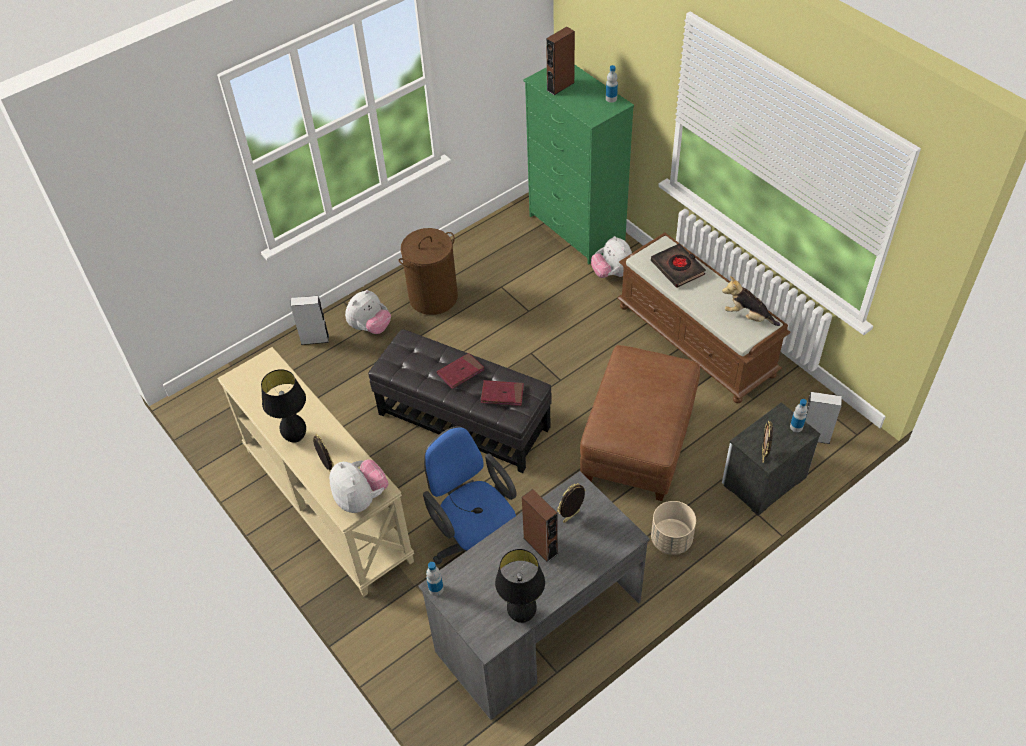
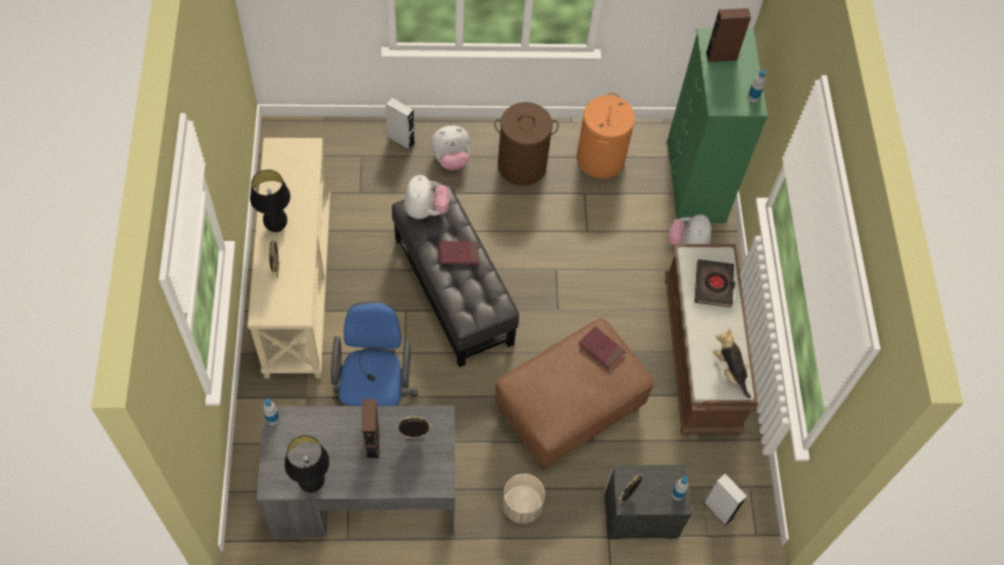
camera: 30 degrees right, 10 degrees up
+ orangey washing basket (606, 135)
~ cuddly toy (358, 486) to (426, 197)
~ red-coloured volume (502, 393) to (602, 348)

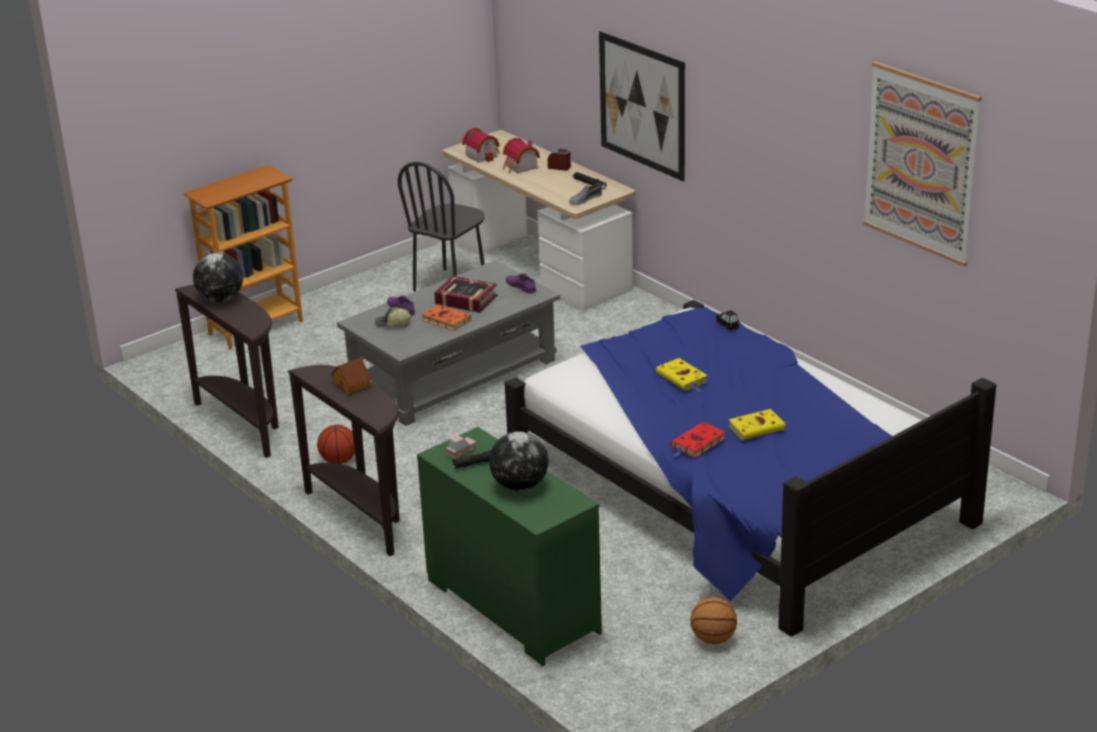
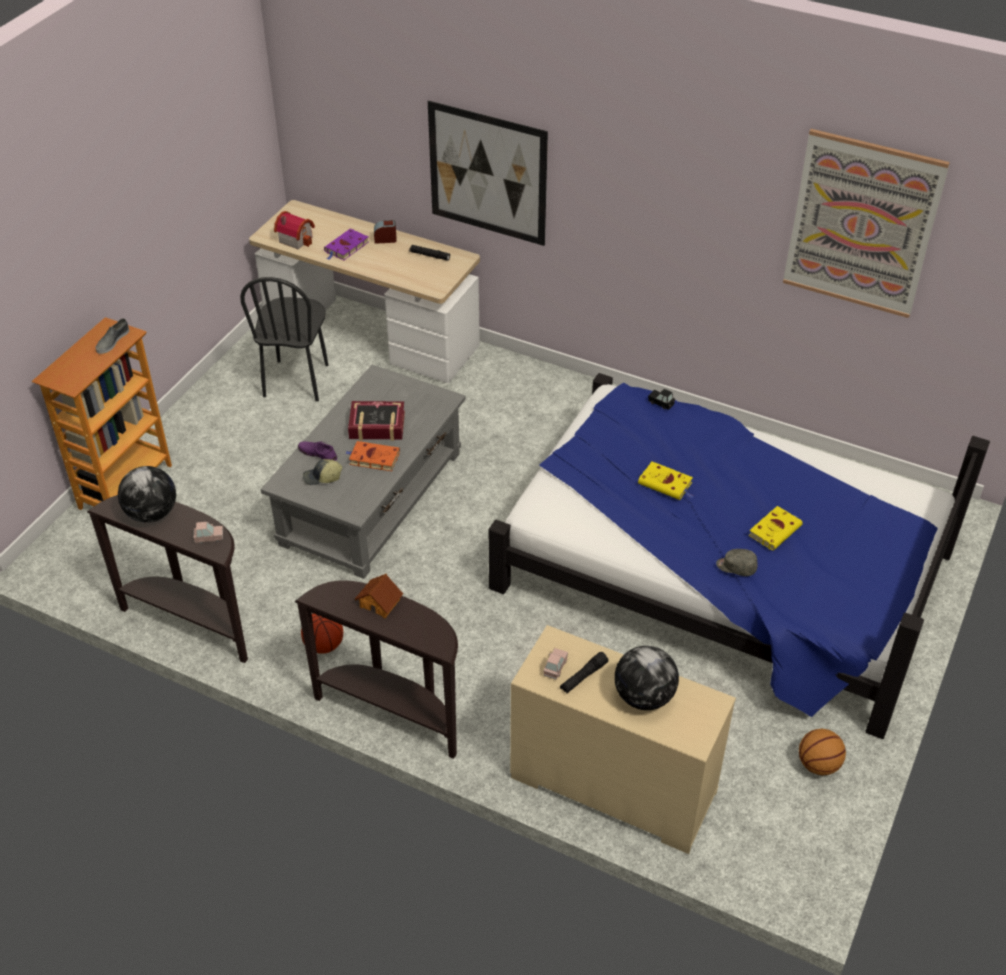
camera: 25 degrees left, 15 degrees up
- purple-coloured item of footwear (521, 283)
+ pinkish miniature car (208, 533)
~ grey item of footwear (586, 194) to (112, 336)
~ miniature house (521, 156) to purple-coloured volume (346, 244)
~ red-coloured volume (698, 440) to grey peaked cap (737, 562)
~ green chest of drawers (509, 546) to beige-coloured chest of drawers (623, 739)

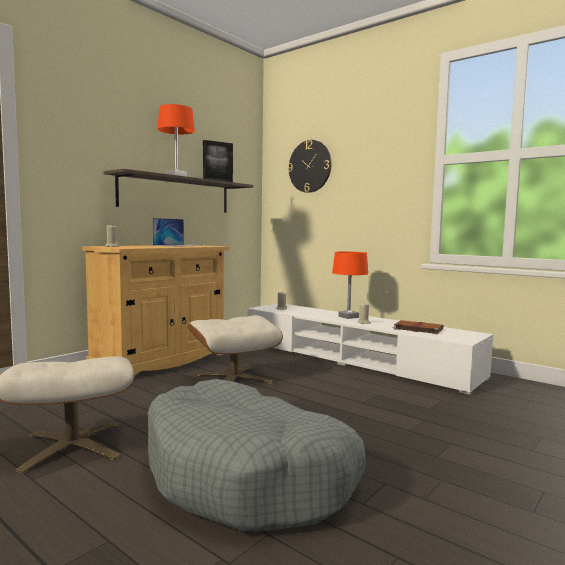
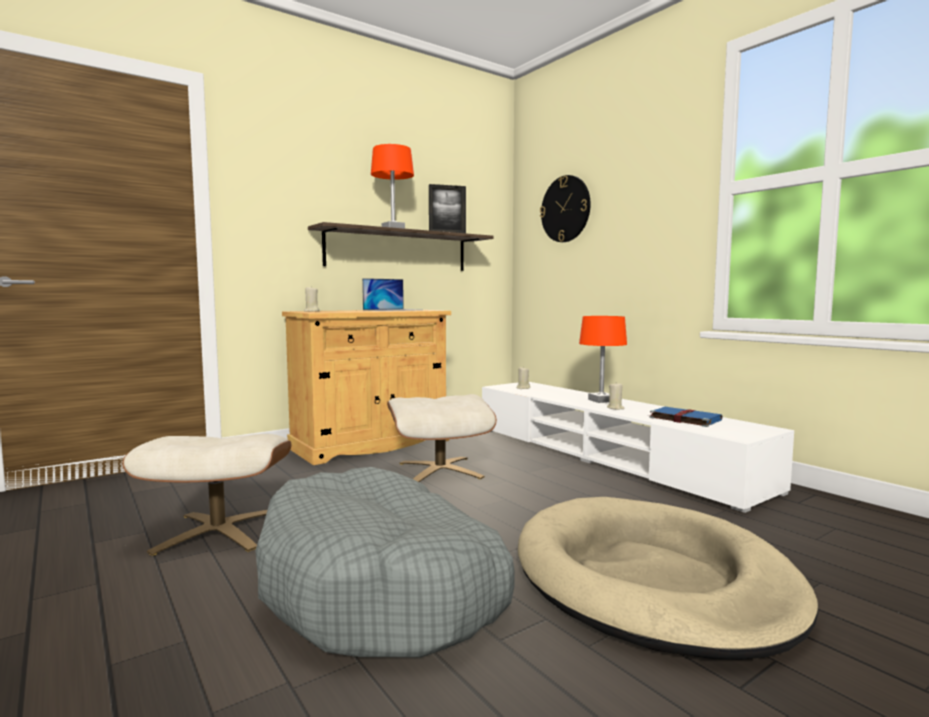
camera: 15 degrees right, 0 degrees up
+ beige-coloured pet bed (668, 578)
~ brown volume (418, 327) to blue volume (685, 417)

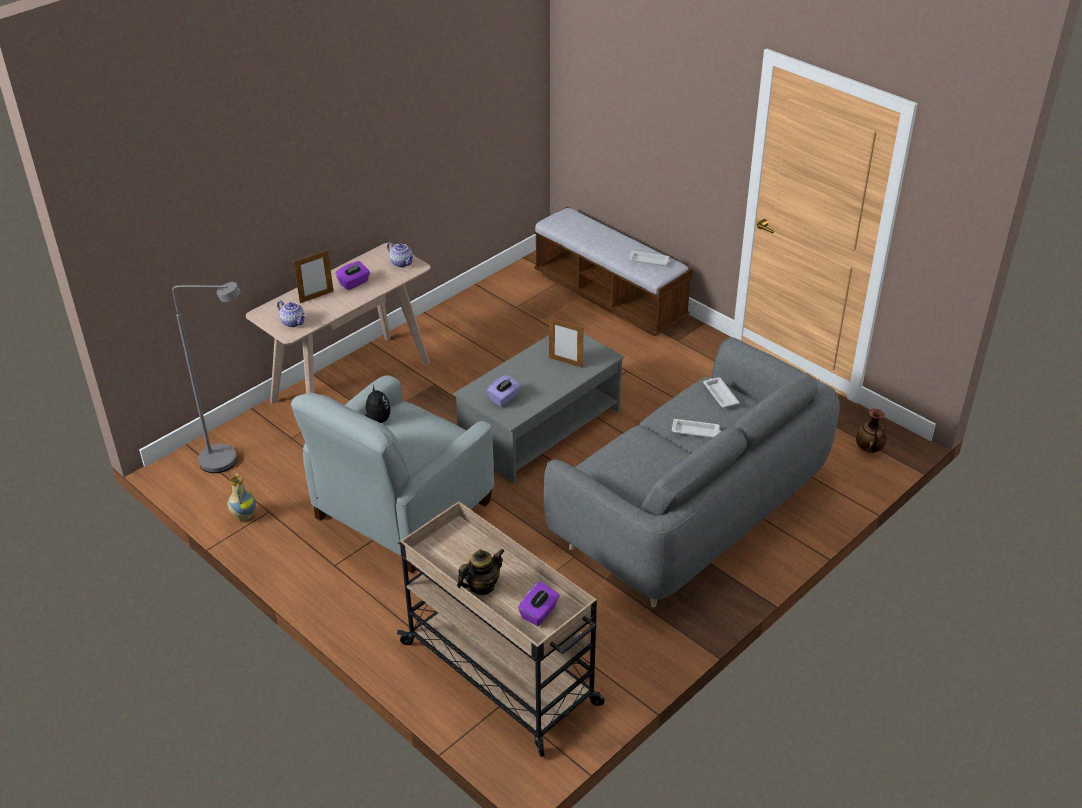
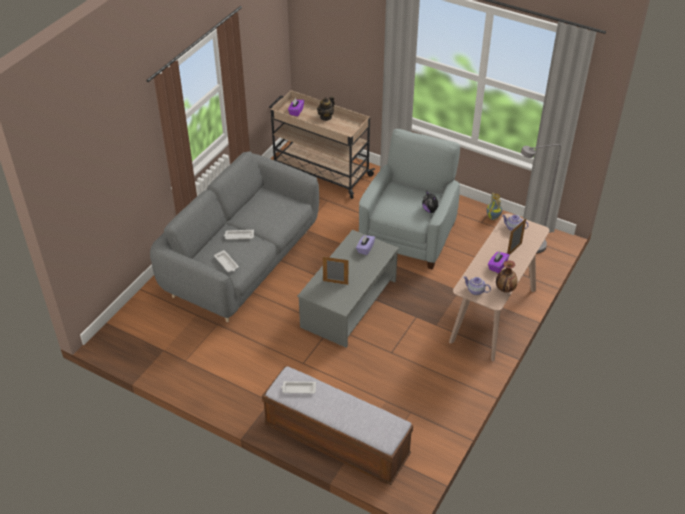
camera: 165 degrees right, 5 degrees up
~ decorative vase (871, 430) to (506, 276)

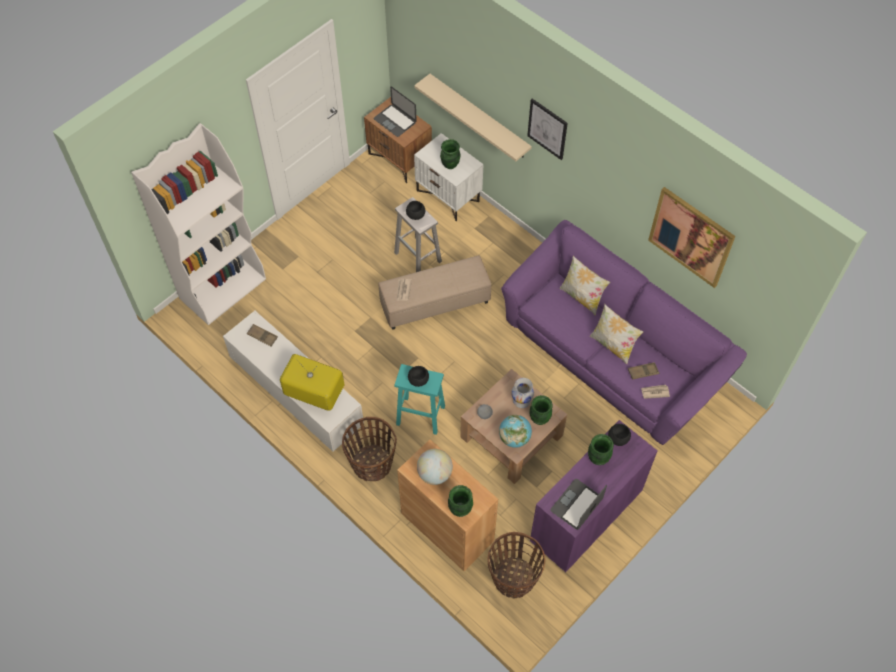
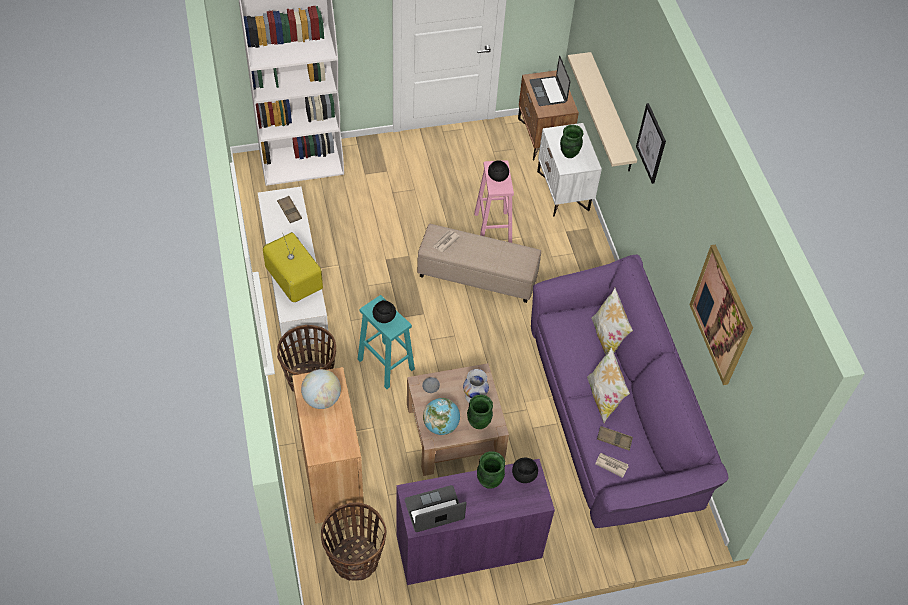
camera: 30 degrees right, 5 degrees down
- green decorative vase (460, 501)
~ white sitting stool (418, 234) to pinkish sitting stool (494, 201)

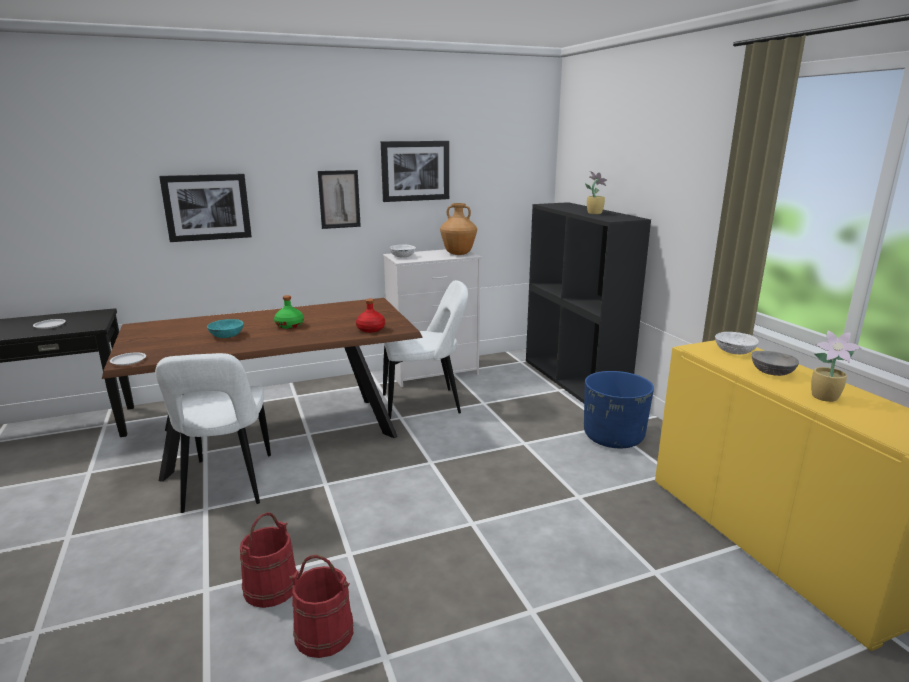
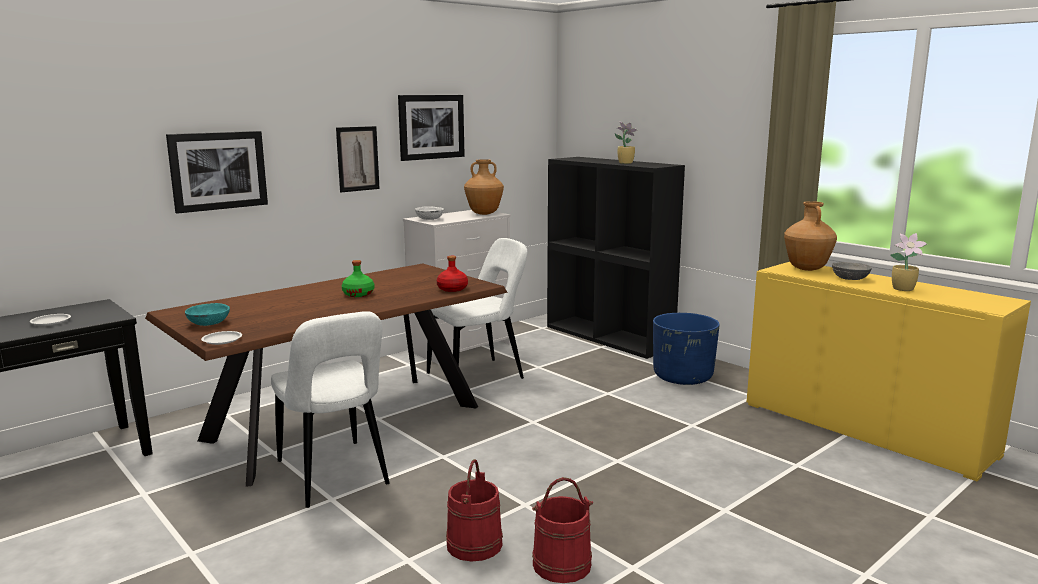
camera: 20 degrees left, 5 degrees down
~ turquoise serving bowl (225, 328) to (207, 314)
~ white serving bowl (737, 343) to brown decorative vase (810, 236)

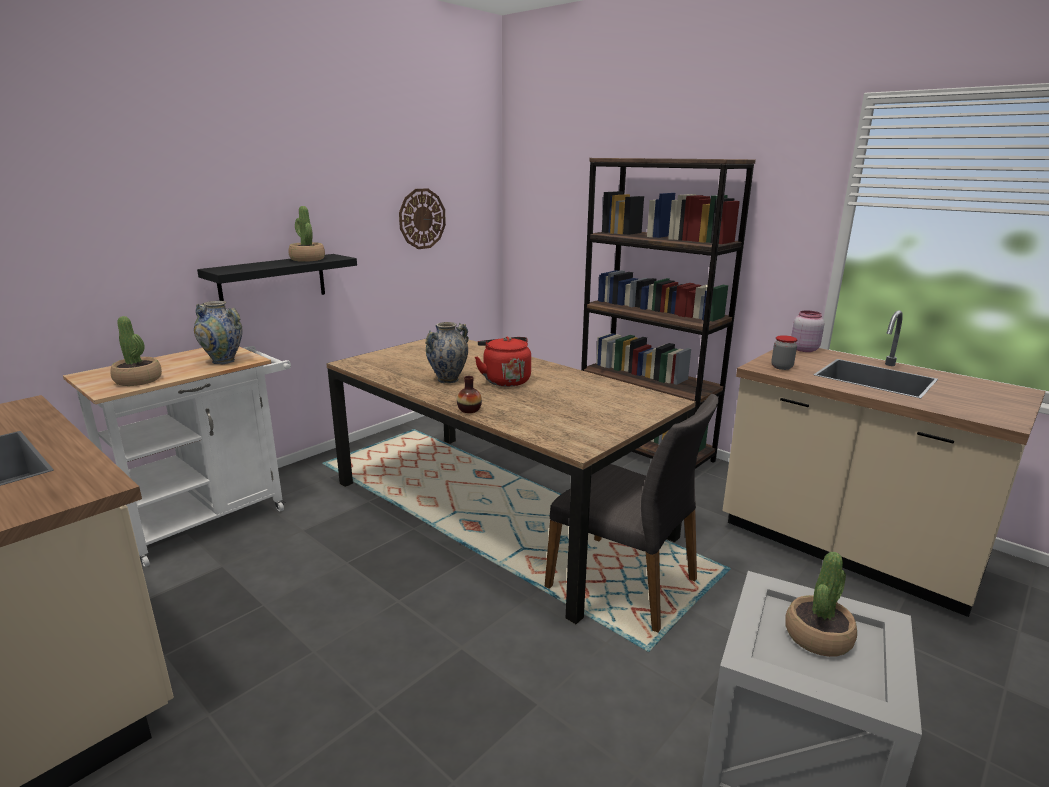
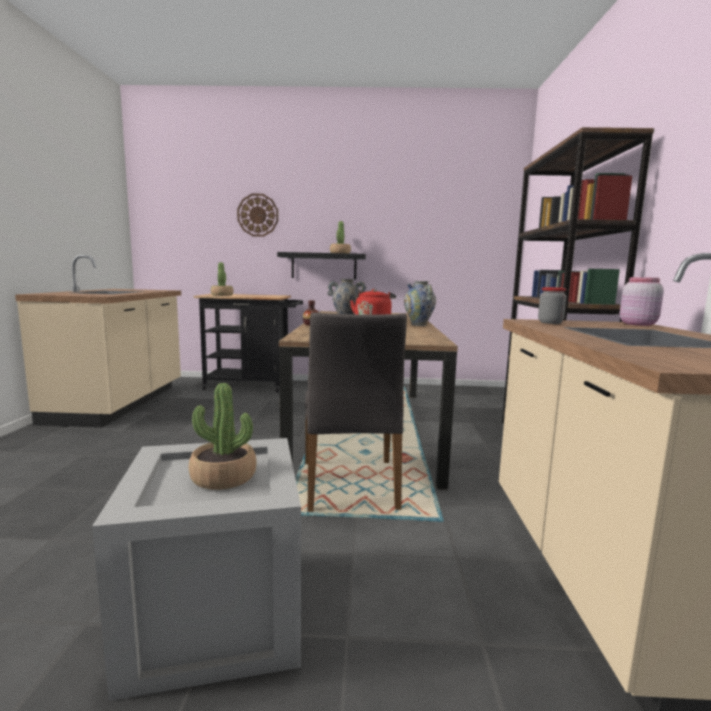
camera: 50 degrees right, 10 degrees down
~ decorative vase (218, 332) to (420, 303)
~ wall clock (422, 218) to (257, 215)
~ white trolley (177, 456) to blackish trolley (248, 343)

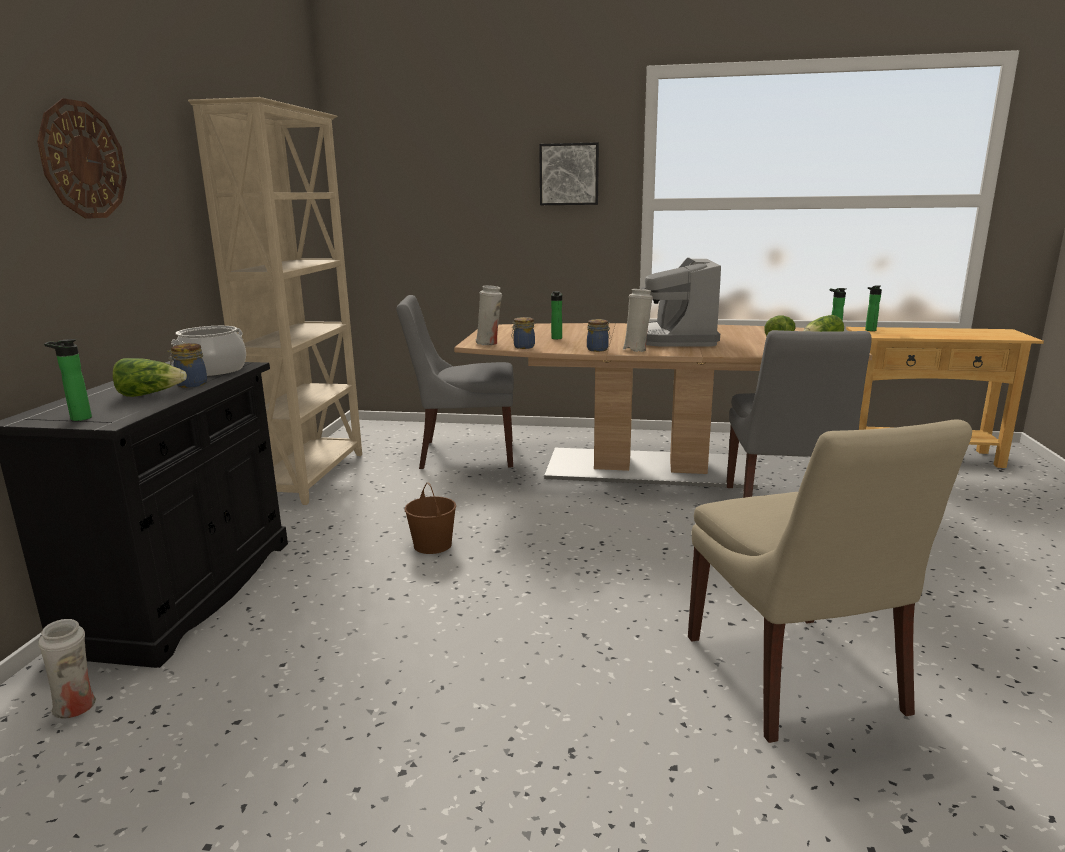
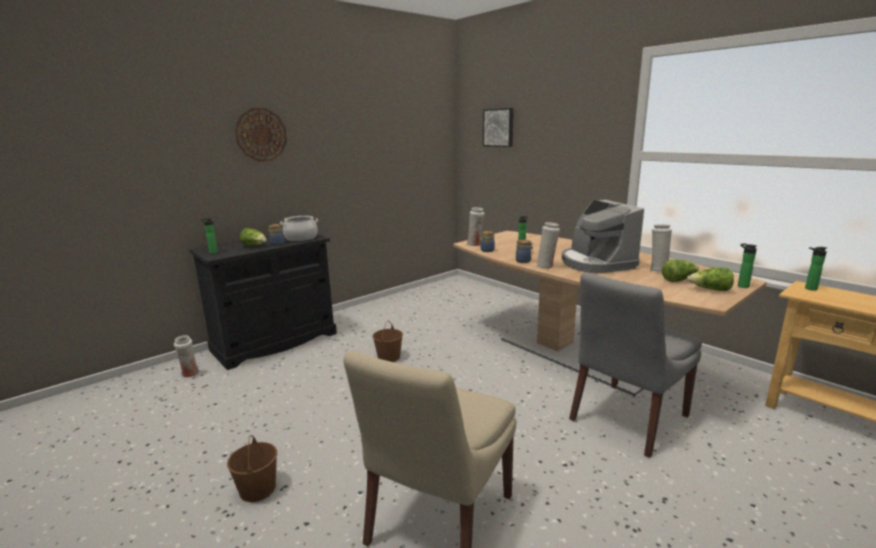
camera: 40 degrees right, 0 degrees up
- beige-coloured bookshelf (275, 301)
- grey upright chair (455, 382)
+ brown pail (252, 468)
+ white decorative vase (661, 248)
~ wall picture (569, 173) to (498, 127)
~ coffee machine (681, 302) = (603, 236) 60 degrees counterclockwise

